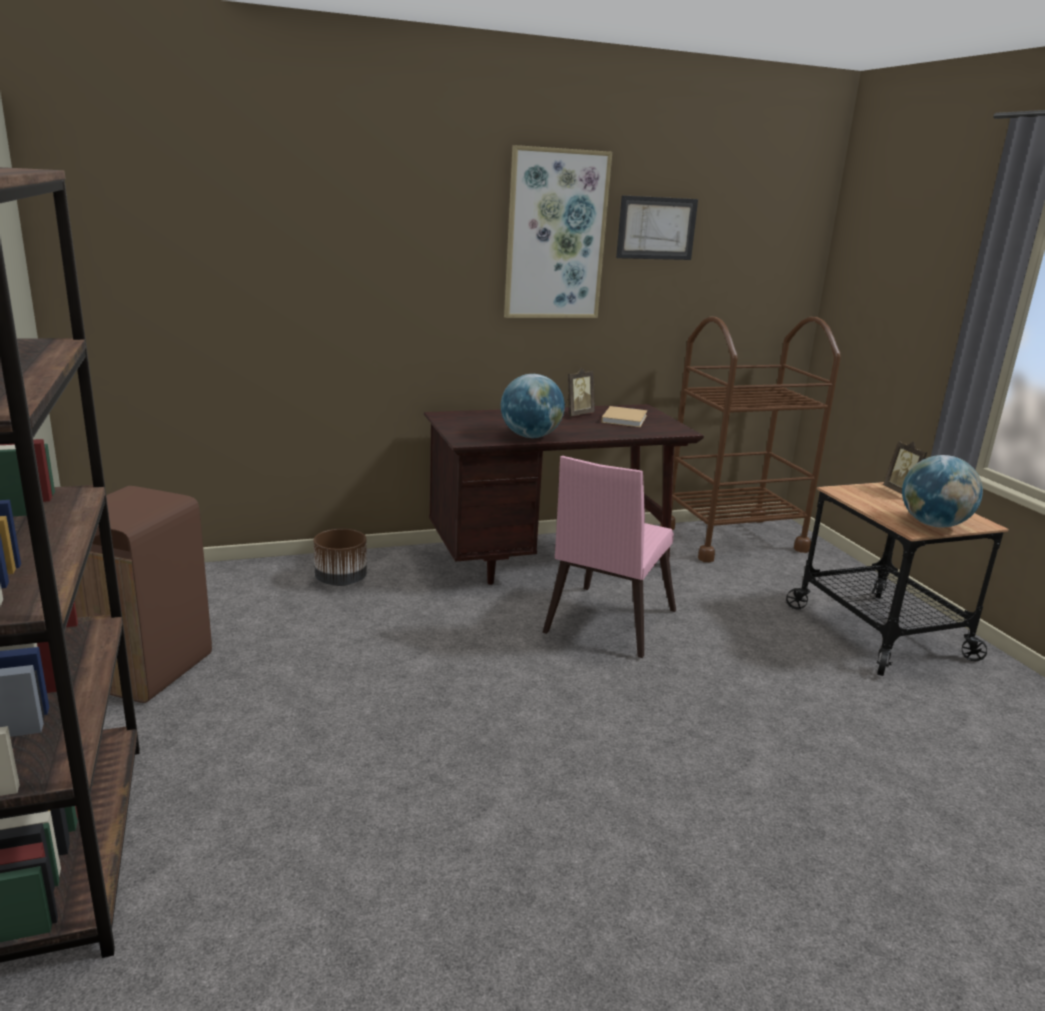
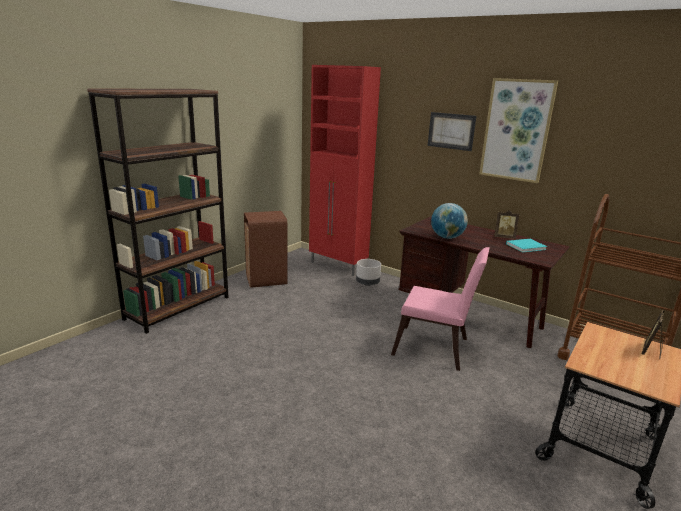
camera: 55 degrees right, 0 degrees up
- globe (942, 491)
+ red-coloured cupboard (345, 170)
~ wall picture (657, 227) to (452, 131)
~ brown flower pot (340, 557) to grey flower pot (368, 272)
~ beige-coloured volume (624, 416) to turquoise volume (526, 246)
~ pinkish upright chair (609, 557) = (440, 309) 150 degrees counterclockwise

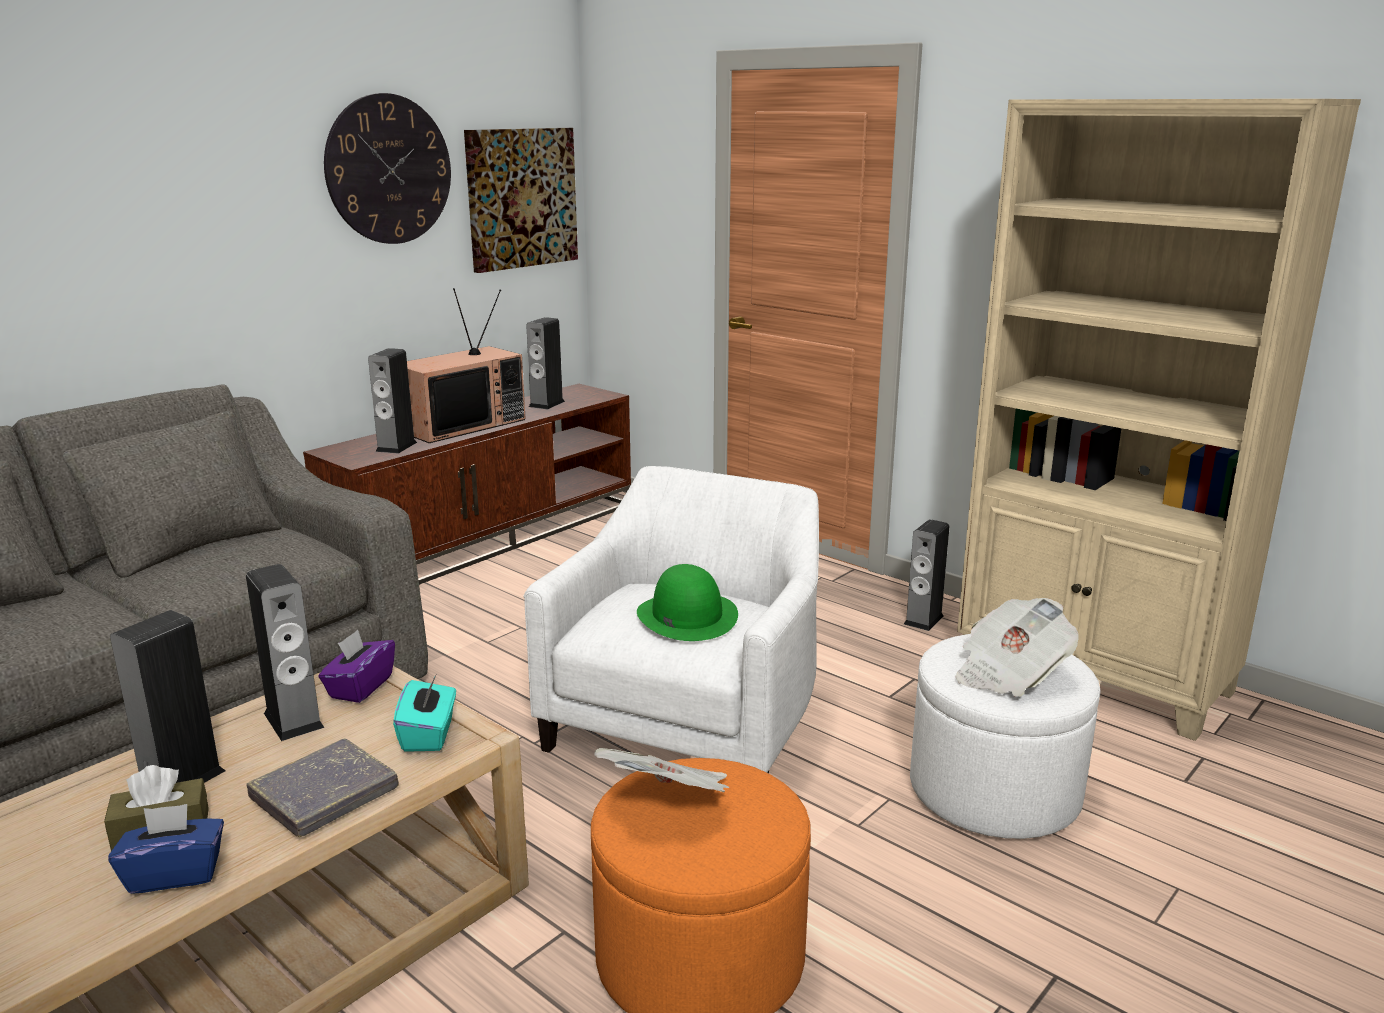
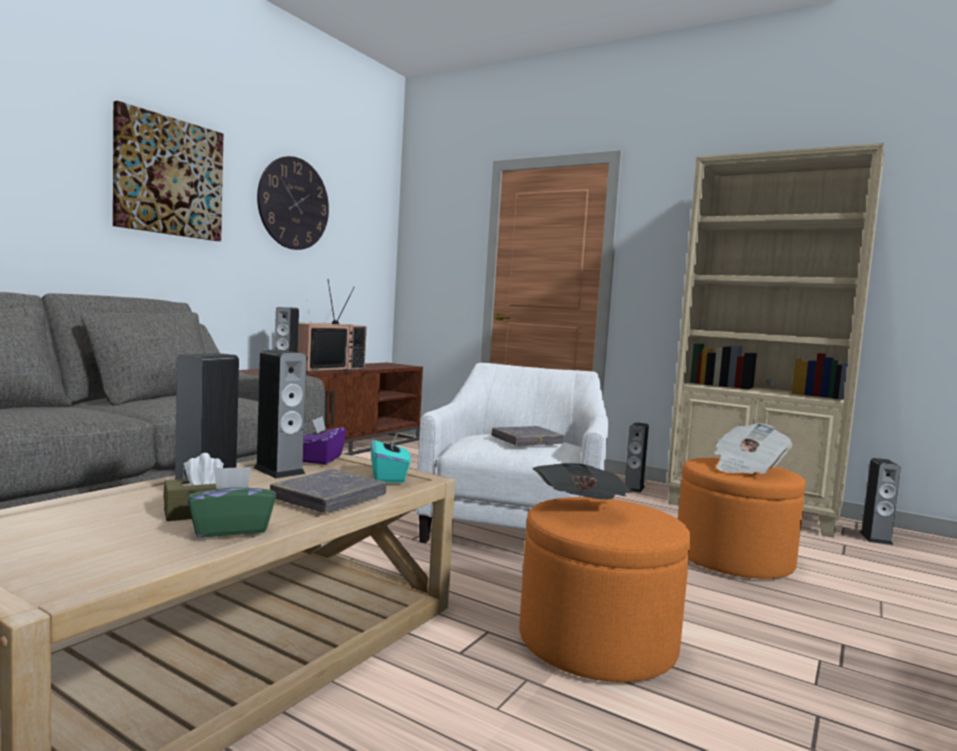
camera: 10 degrees left, 15 degrees down
~ wall picture (521, 200) to (168, 171)
~ loudspeaker (545, 363) to (880, 501)
~ green clothing hat (687, 602) to grey volume (527, 436)
~ blue tissue box (166, 849) to green tissue box (232, 501)
~ white pouffe (1005, 736) to orangey pouffe (742, 518)

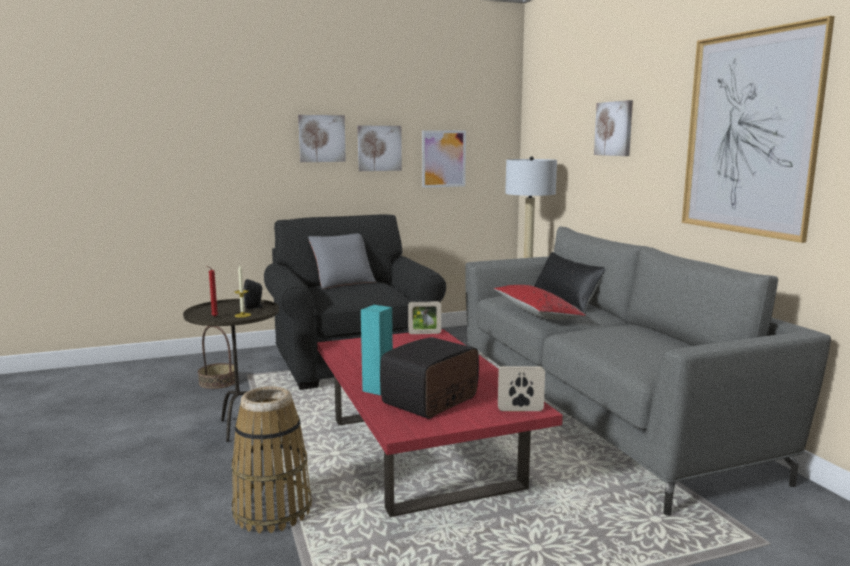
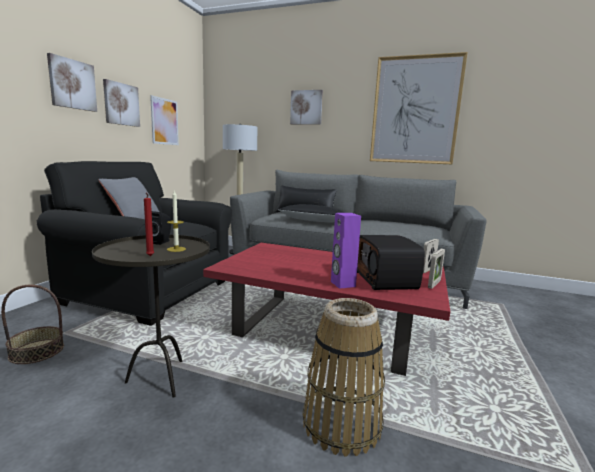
camera: 50 degrees left, 0 degrees up
~ photo frame (424, 317) to (436, 269)
~ turquoise loudspeaker (377, 350) to purple-coloured loudspeaker (346, 251)
~ red-coloured cushion (540, 302) to blackish cushion (311, 213)

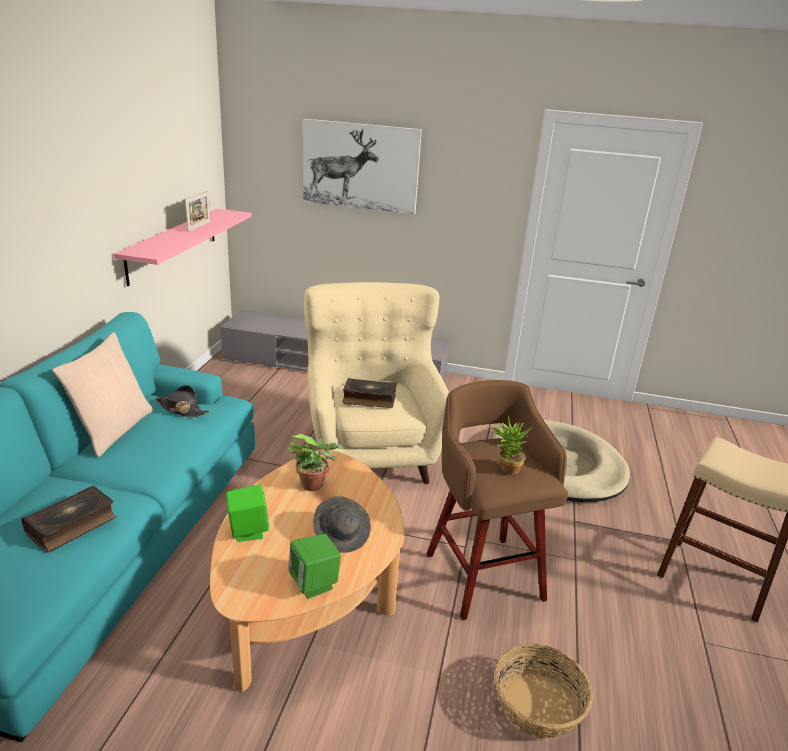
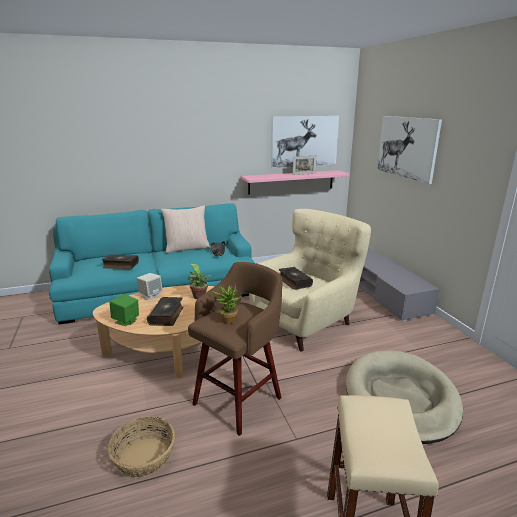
camera: 60 degrees right, 5 degrees down
+ wall picture (305, 142)
~ grey clothing hat (342, 524) to volume (165, 311)
~ green loudspeaker (248, 513) to beige-coloured loudspeaker (150, 286)

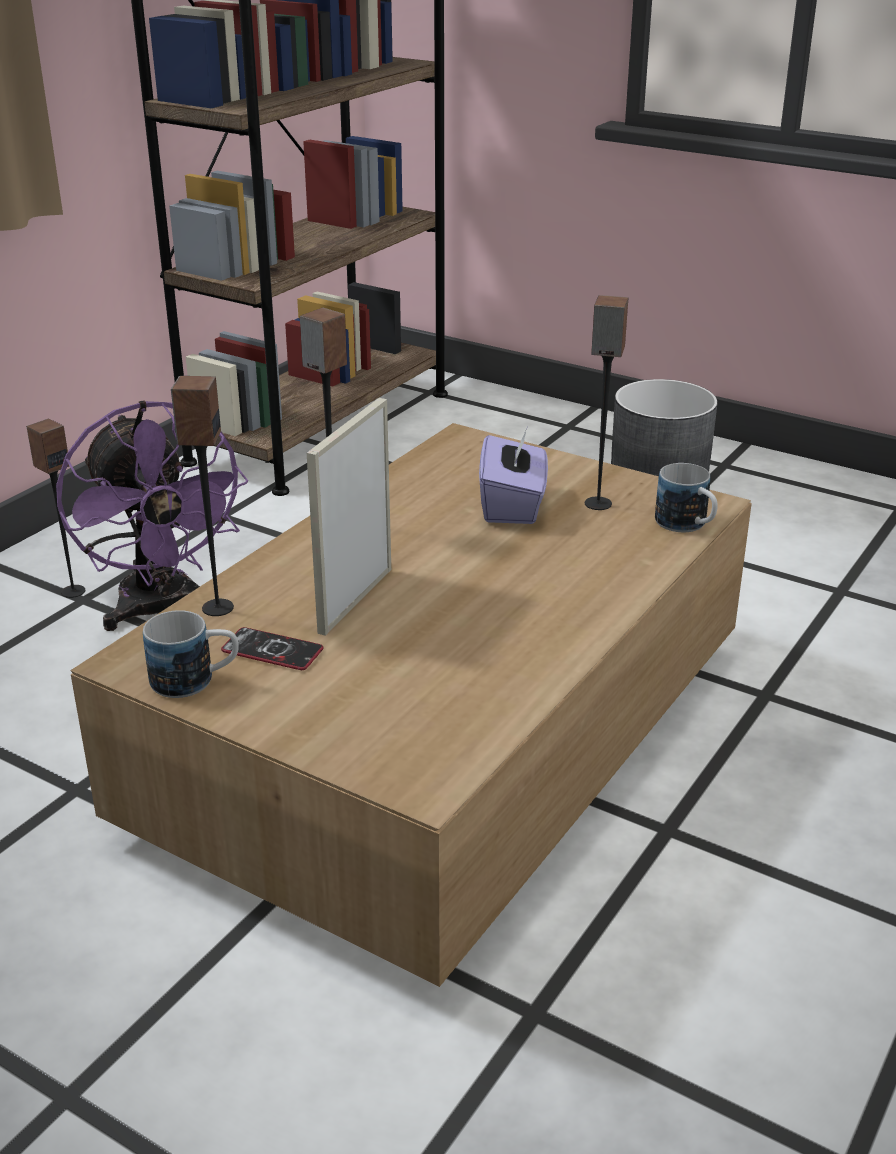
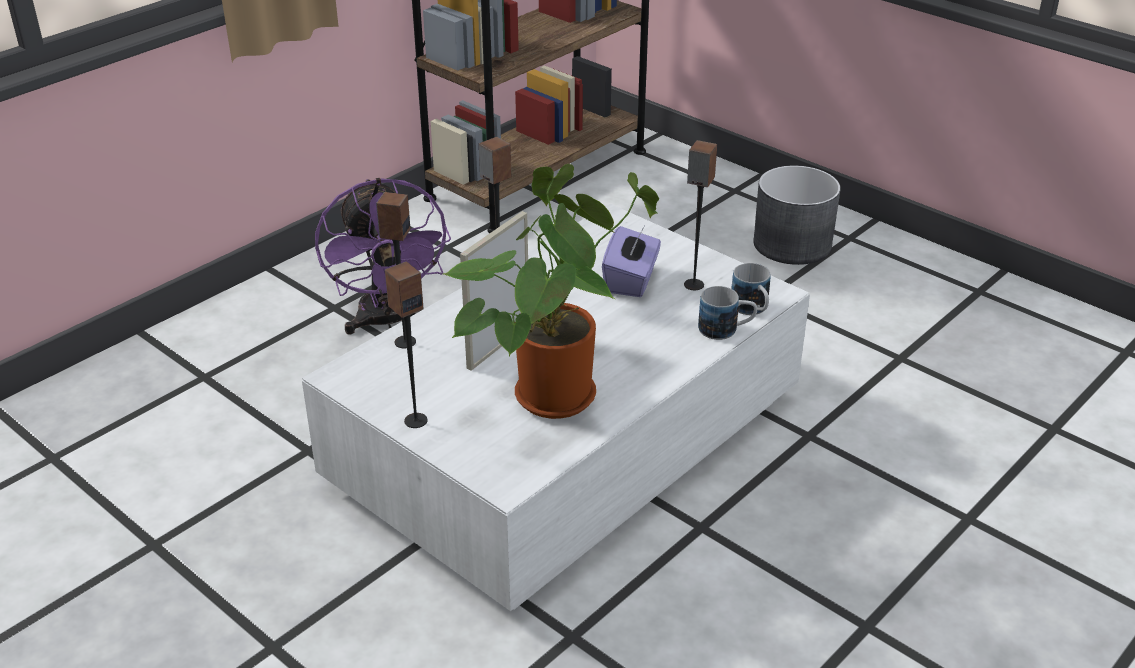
camera: 10 degrees right, 5 degrees up
- handset (272, 648)
+ houseplant (551, 291)
~ loudspeaker (55, 508) to (406, 345)
~ tea mug (191, 654) to (727, 313)
~ brown lounge table (411, 705) to white lounge table (556, 407)

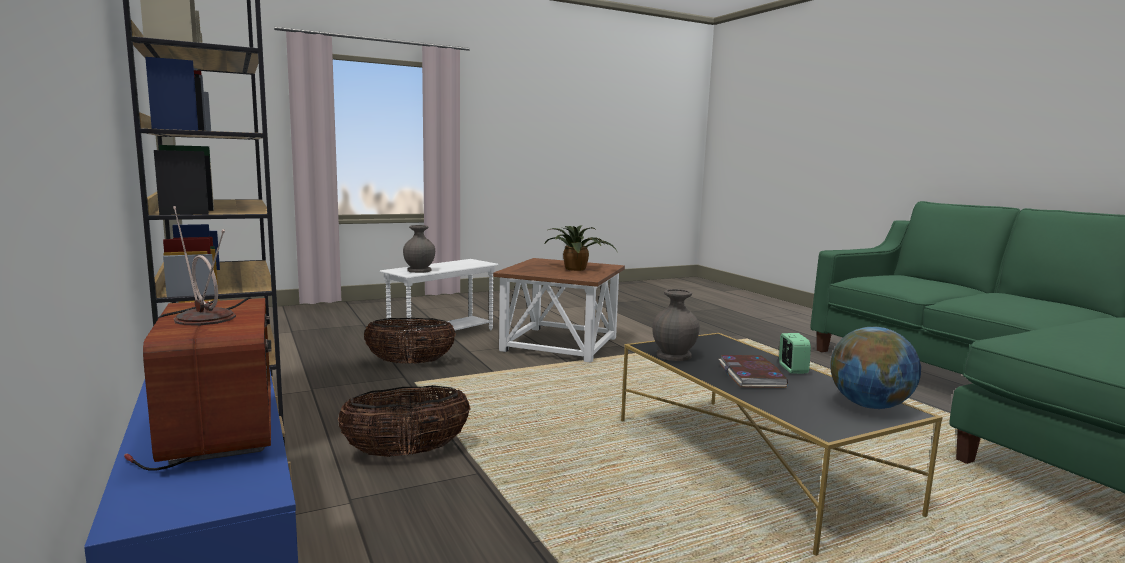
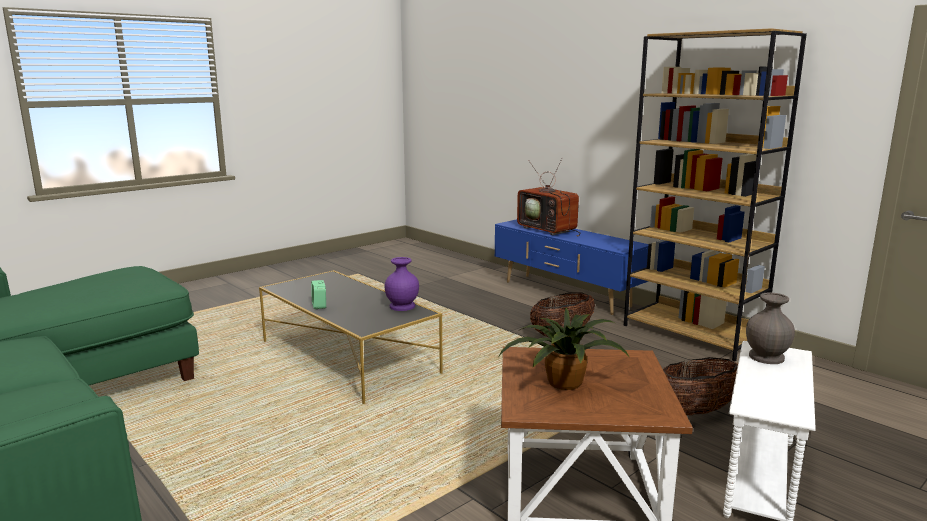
camera: 165 degrees right, 5 degrees up
- volume (753, 371)
- globe (876, 368)
~ grey decorative vase (675, 325) to purple-coloured decorative vase (402, 284)

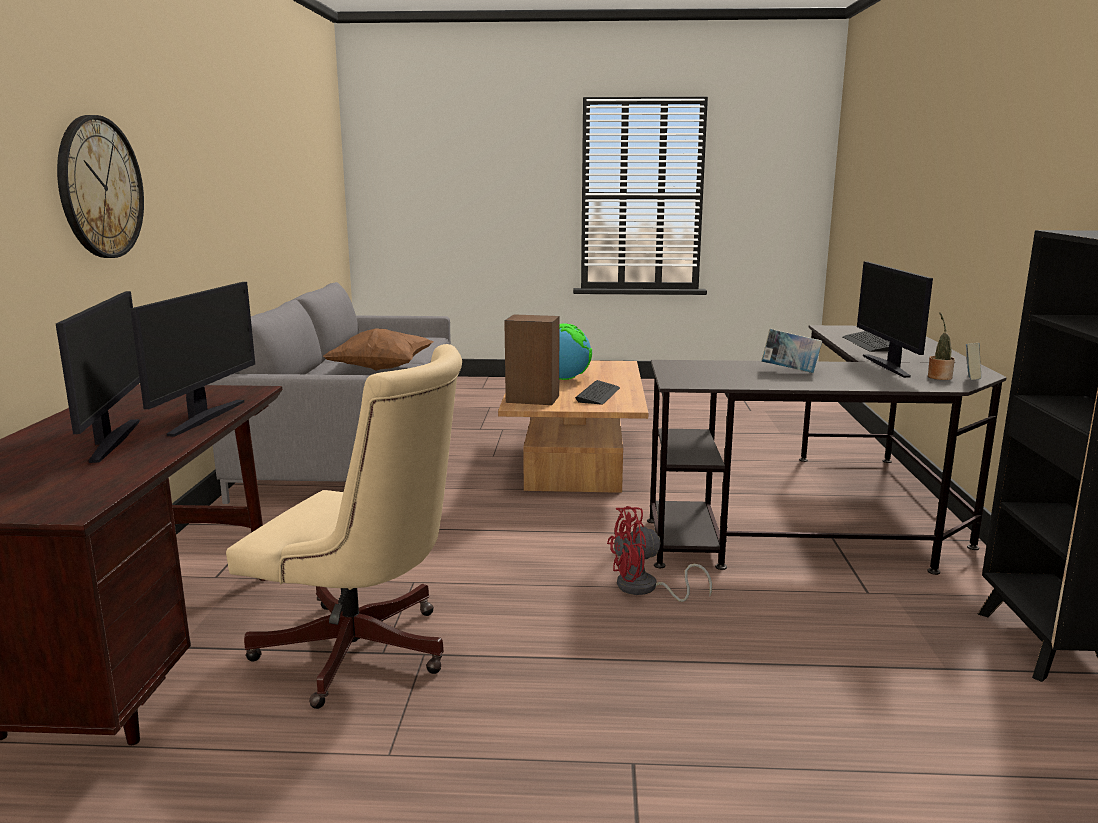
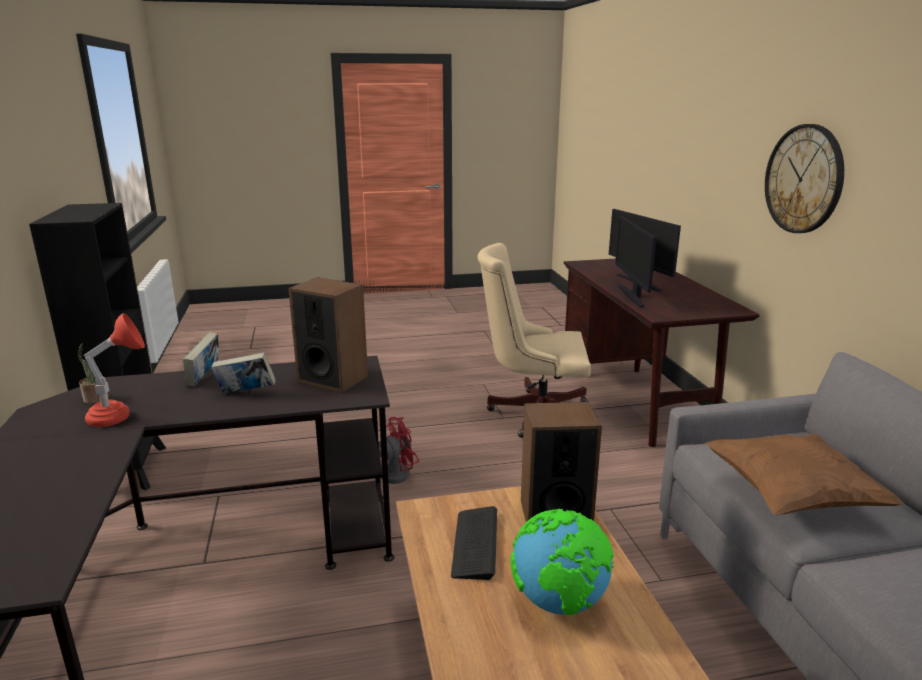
camera: 165 degrees right, 5 degrees up
- PC keyboard (866, 341)
+ loudspeaker (328, 335)
~ volume (973, 361) to (201, 359)
~ computer screen (895, 319) to red-coloured tabletop lamp (114, 370)

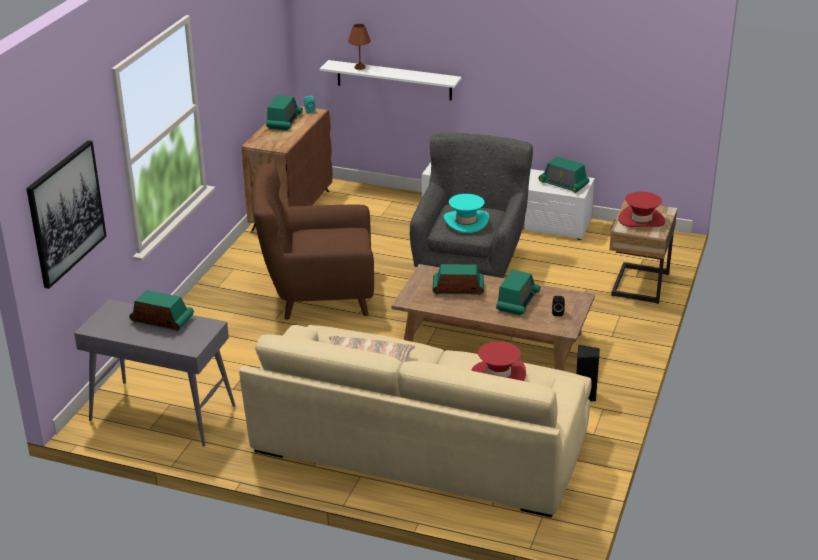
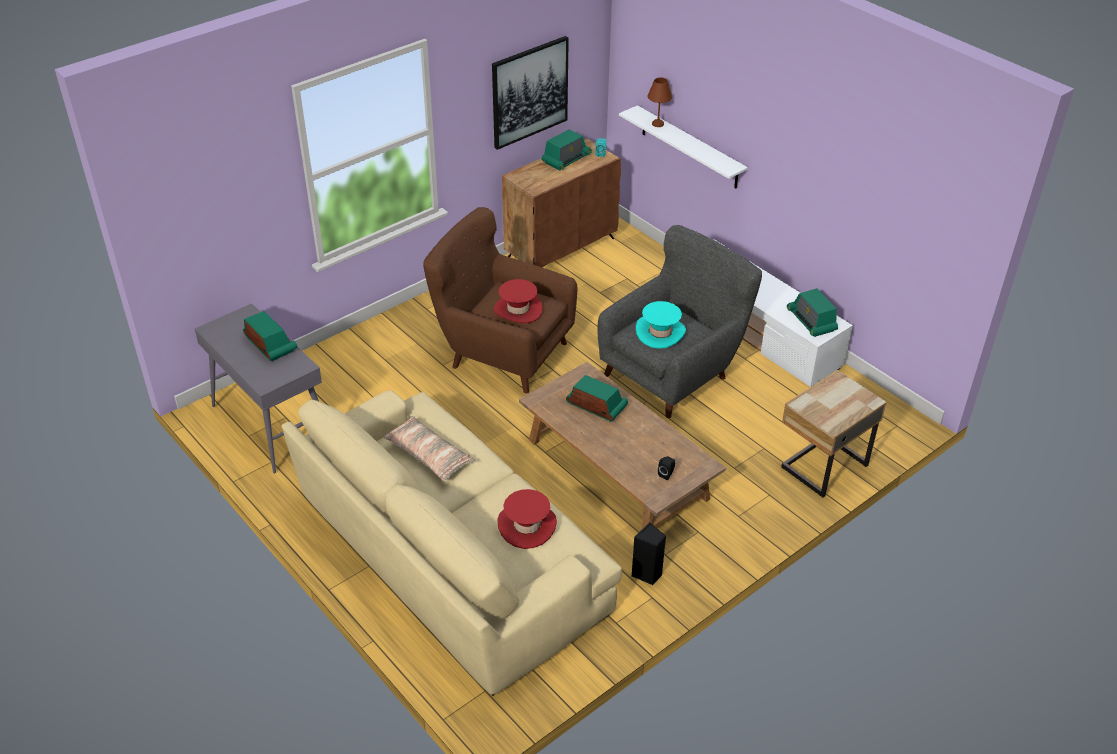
camera: 30 degrees right, 10 degrees up
- radio (518, 292)
~ wall picture (66, 214) to (530, 93)
~ red-coloured clothing hat (641, 209) to (518, 301)

